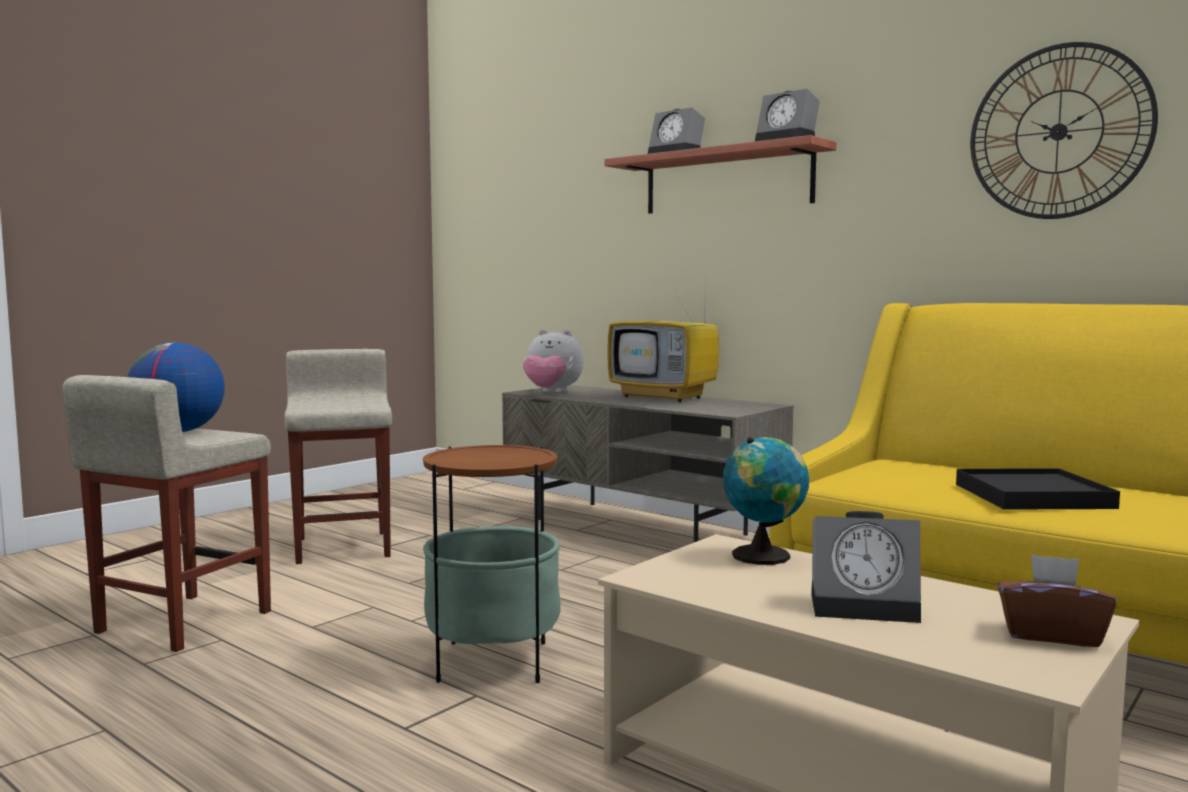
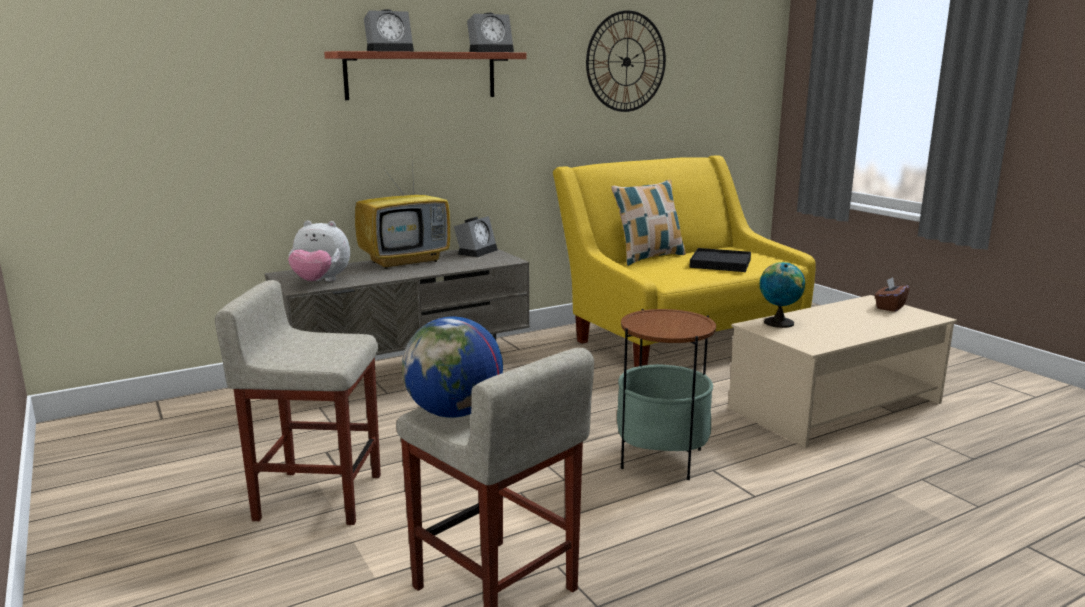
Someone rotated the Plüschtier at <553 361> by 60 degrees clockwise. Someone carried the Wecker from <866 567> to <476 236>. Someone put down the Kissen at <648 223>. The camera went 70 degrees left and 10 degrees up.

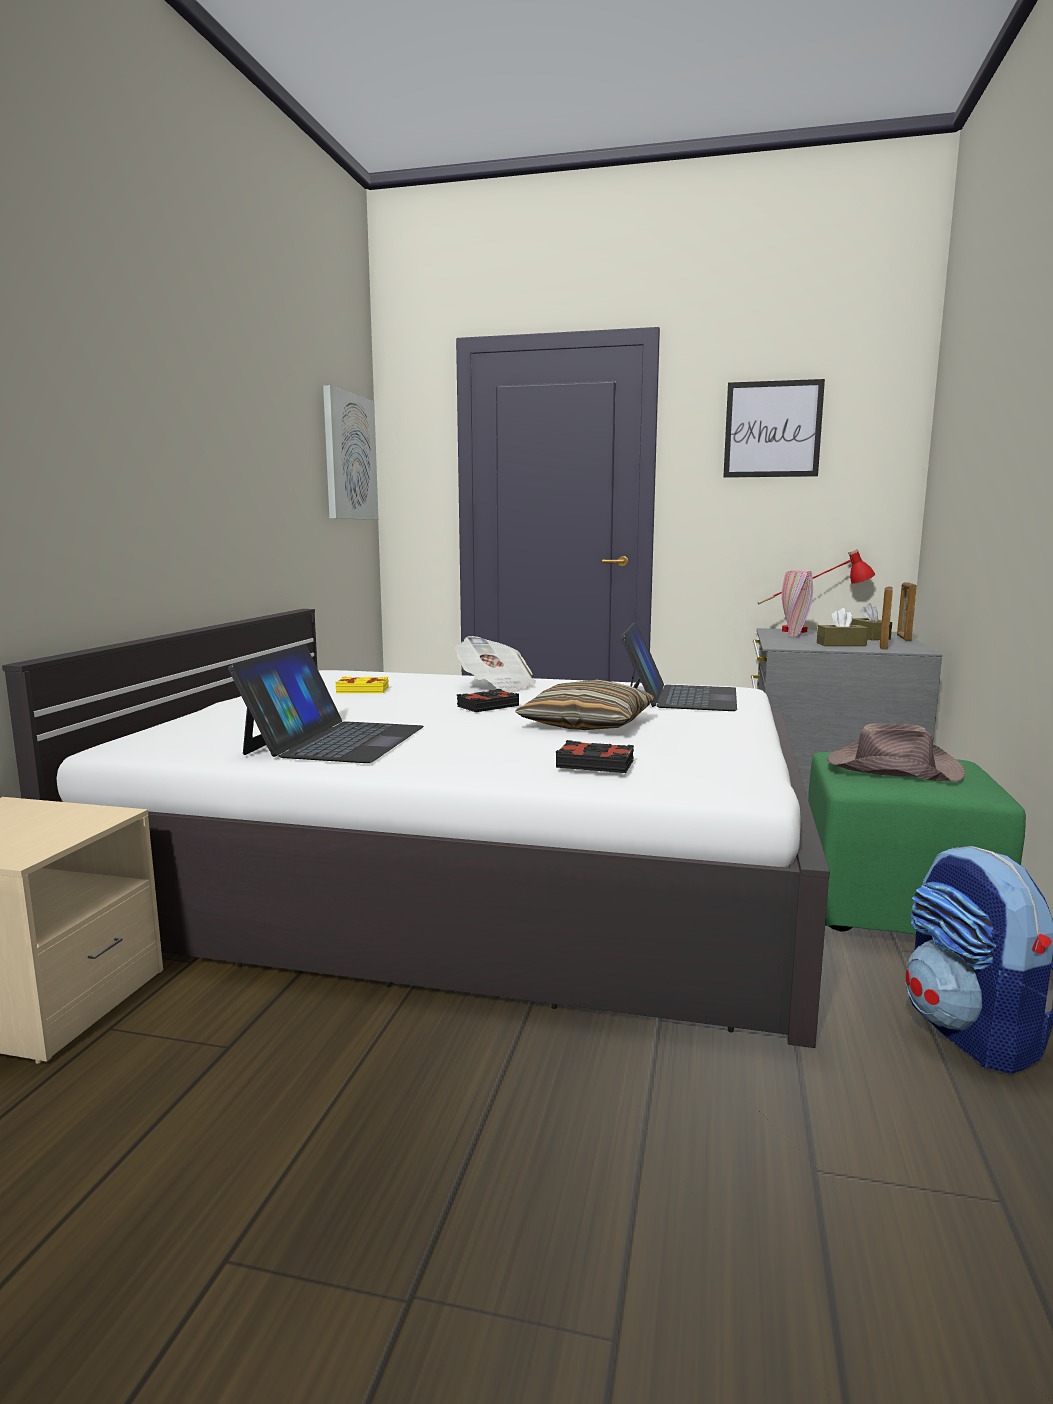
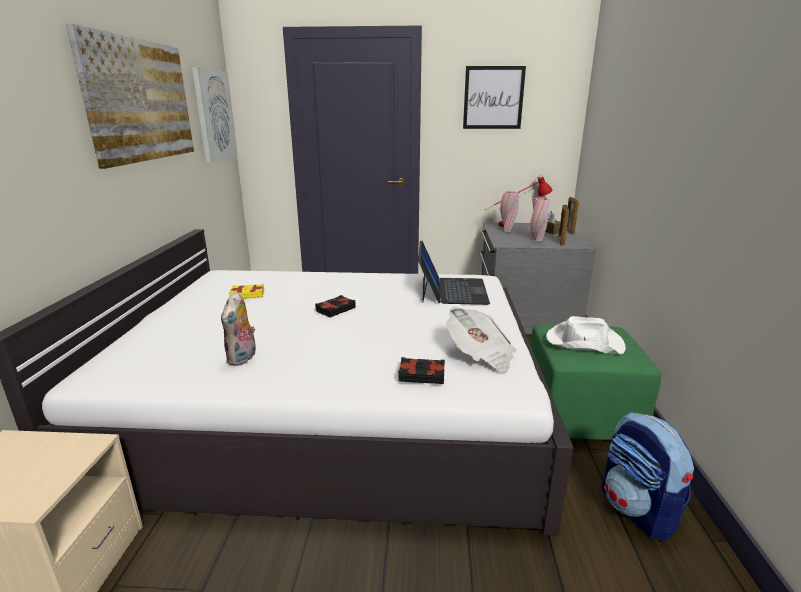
Someone put up the Bild at <130 96>. Someone swapped the Laptop at <326 703> for the Plüschtier at <239 329>. Someone carried the Zeitung from <495 664> to <481 339>. Someone swapped the Taschentuchbox (braun) at <842 627> for the Vase (rosa) at <541 219>. Someone repainted the Hut (braun) at <896 752>, which became the Hut (weiß) at <586 335>. Someone took away the Kissen at <584 705>. The camera went 10 degrees left and 10 degrees up.

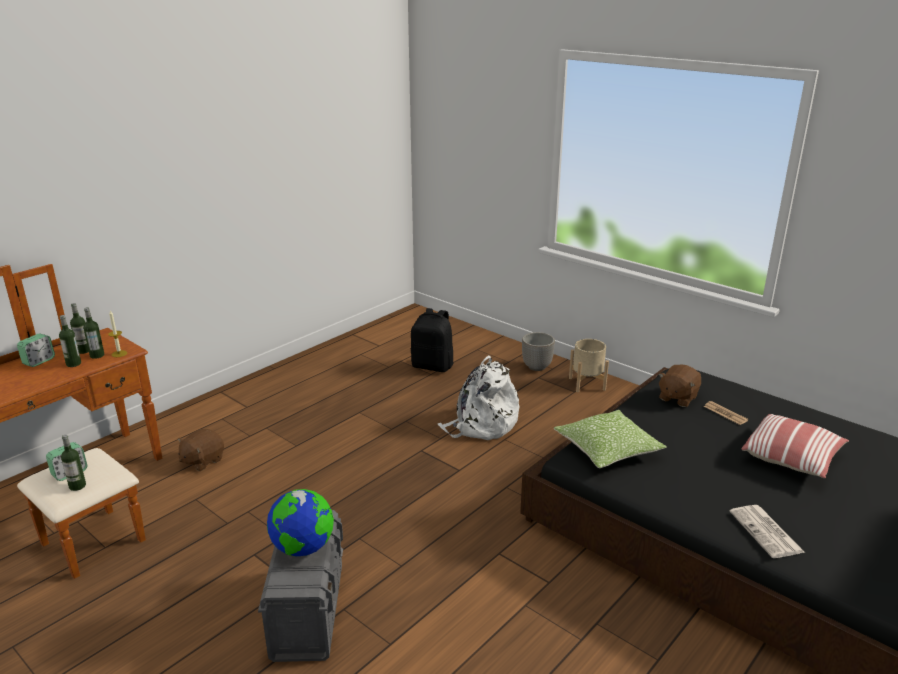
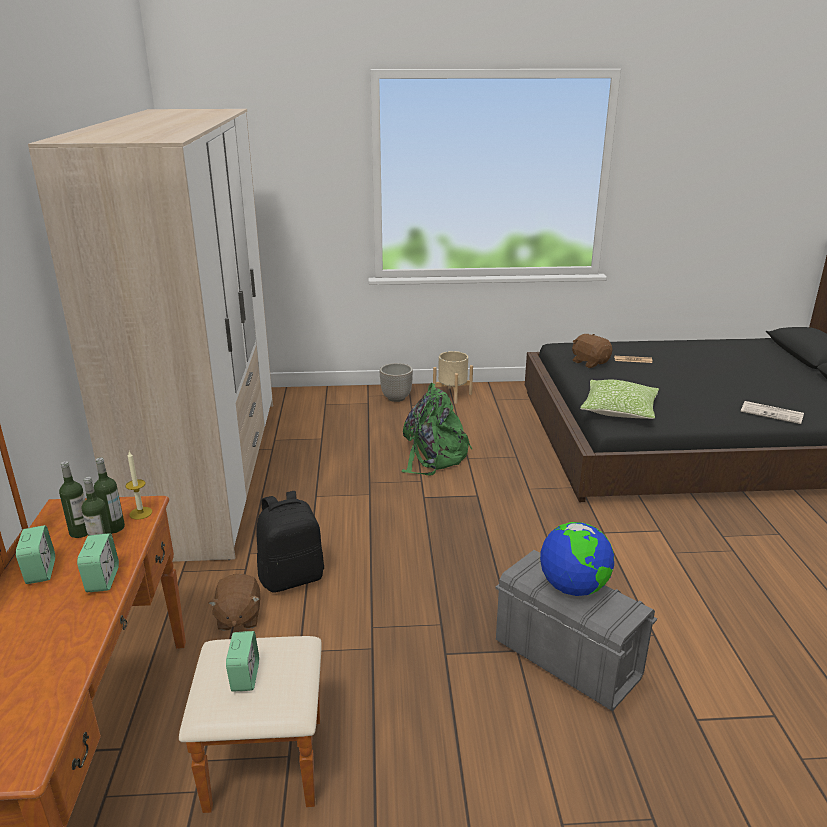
Someone put down the Kleiderschrank at <150 335>. Someone put down the Wecker at <98 562>. Someone carried the Rucksack (schwarz) from <431 340> to <290 542>. Someone repainted the Rucksack (weiß) at <478 398>, which became the Rucksack (grün) at <437 429>. Someone rotated the Plüschtier (braun) at <679 386> by 150 degrees clockwise. Someone took away the Flasche at <73 463>. Someone took away the Kissen at <795 446>. The camera went 45 degrees left and 0 degrees up.

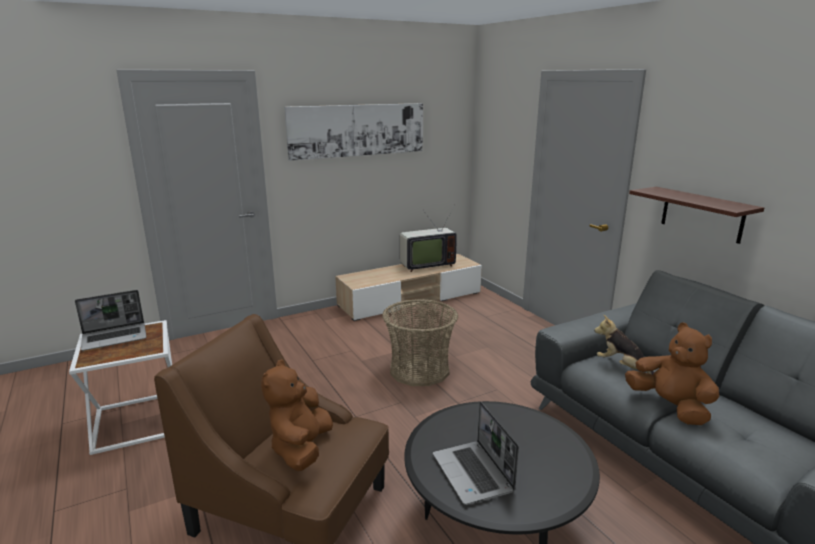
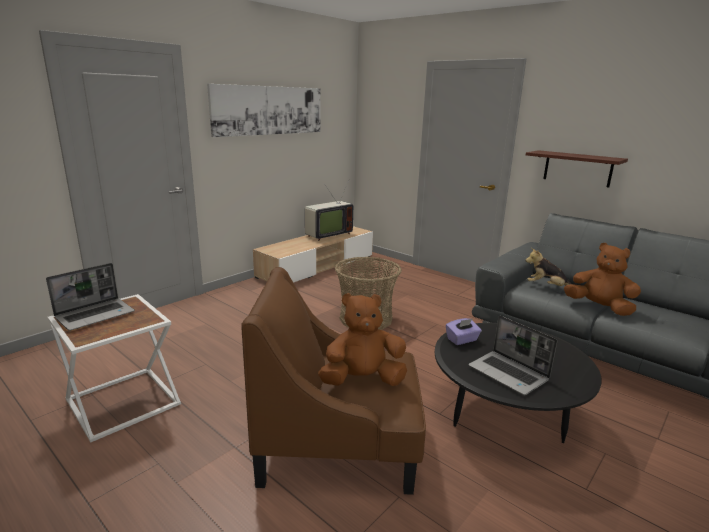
Someone rotated the Plüschtier (braun) at <297 415> by 90 degrees clockwise. Someone put down the Taschentuchbox (lila) at <464 331>. The camera went 20 degrees left and 0 degrees up.

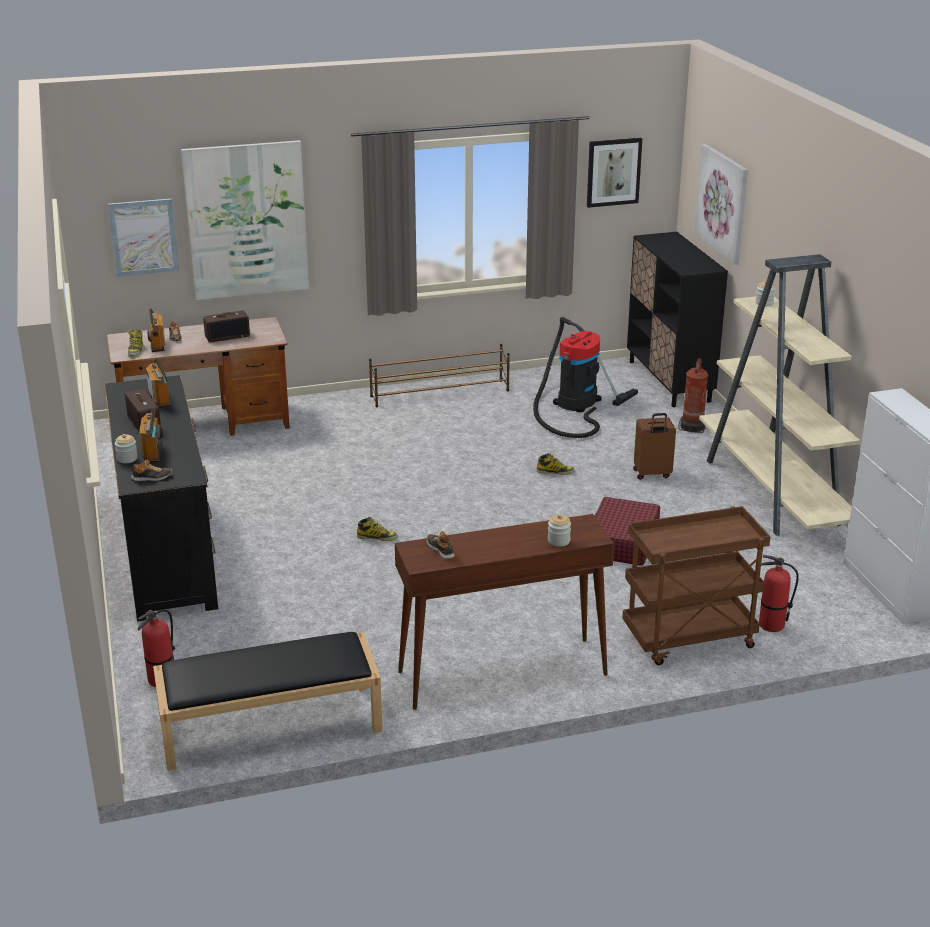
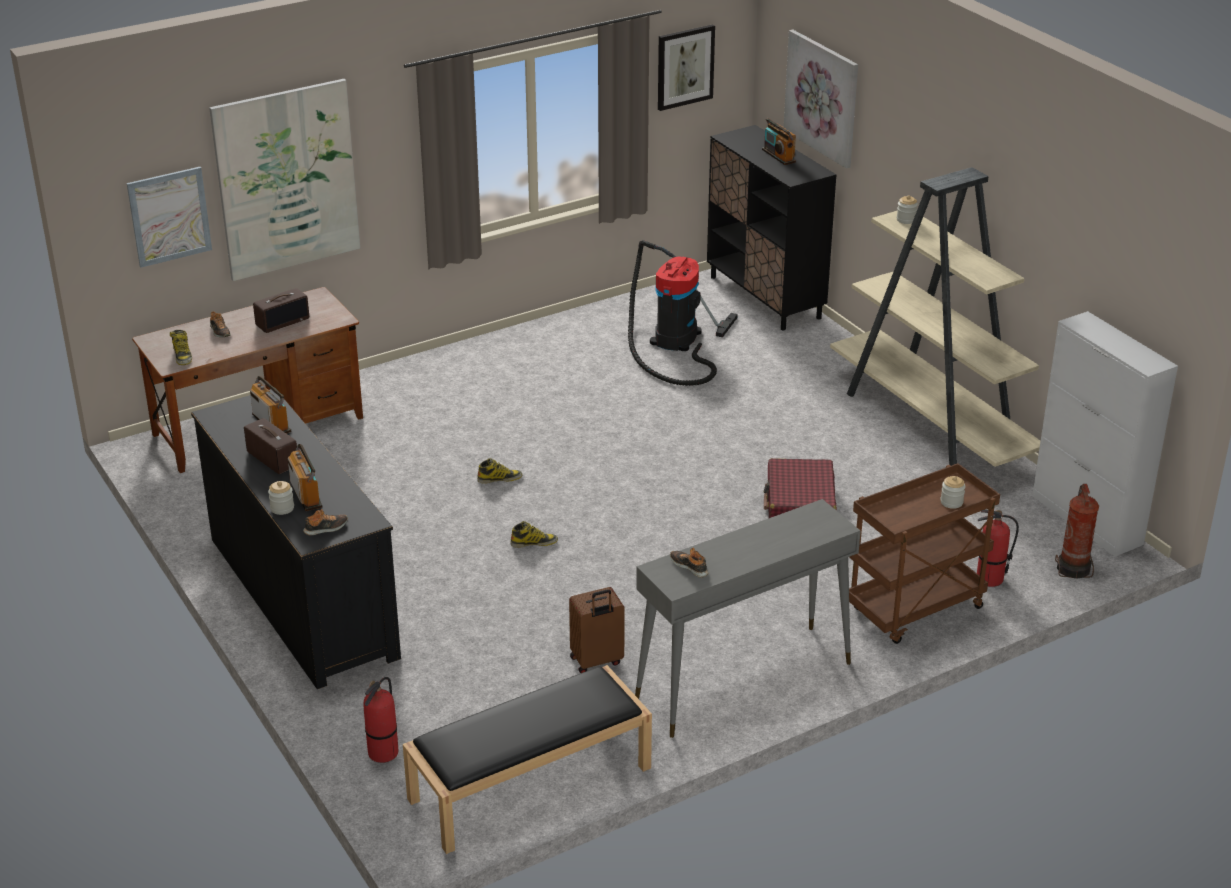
Someone carried the Stiefel from <555 464> to <499 471>. Someone carried the Koffer (braun) from <654 446> to <597 630>. Someone repainted the Konsolentisch (braun) at <504 612>, which became the Konsolentisch (grau) at <748 618>. Someone carried the Radio from <156 330> to <779 141>. Someone carried the Vorratsglas from <559 530> to <953 492>. Someone carried the Feuerlöscher from <693 395> to <1077 531>. Someone took away the Schuhregal (braun) at <439 375>. The camera went 15 degrees left and 5 degrees up.

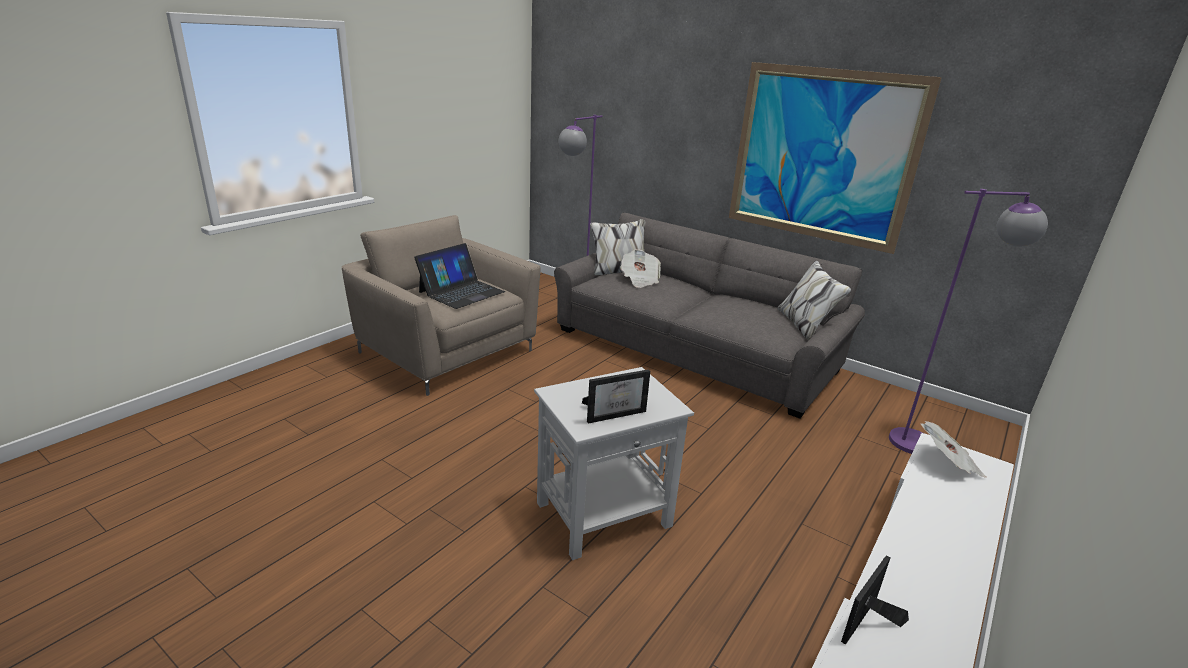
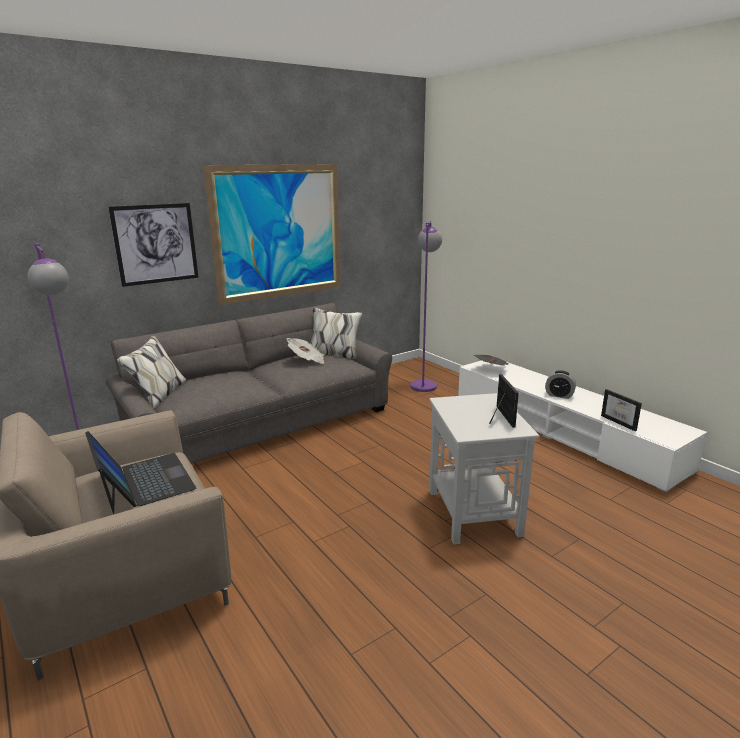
Someone put up the Bild at <153 245>. Someone carried the Zeitung from <640 268> to <305 351>. Someone put down the Wecker at <560 384>. The camera went 70 degrees left and 5 degrees down.

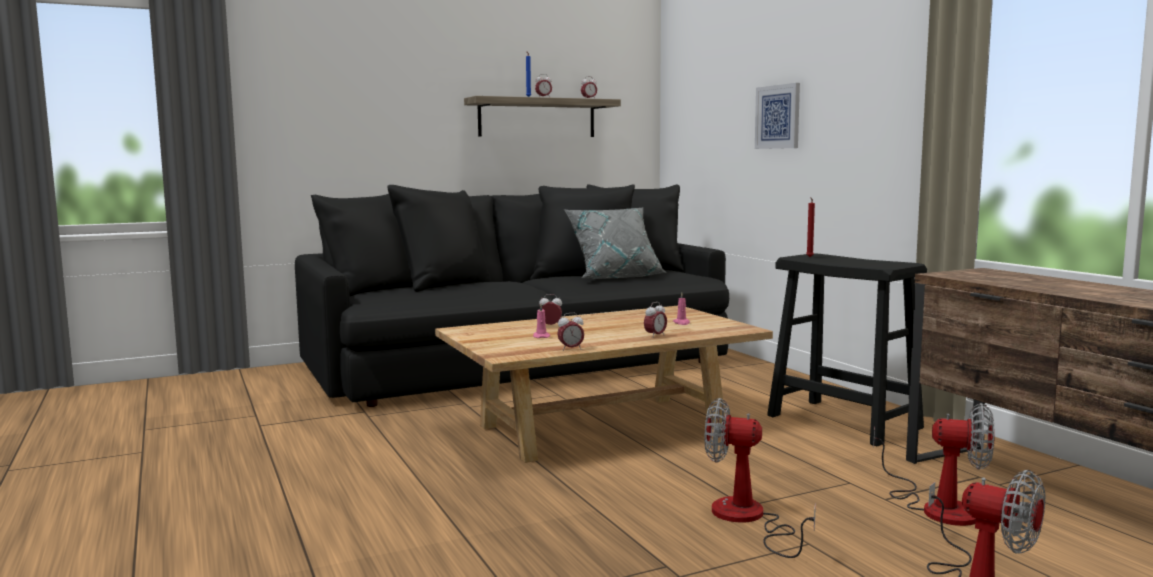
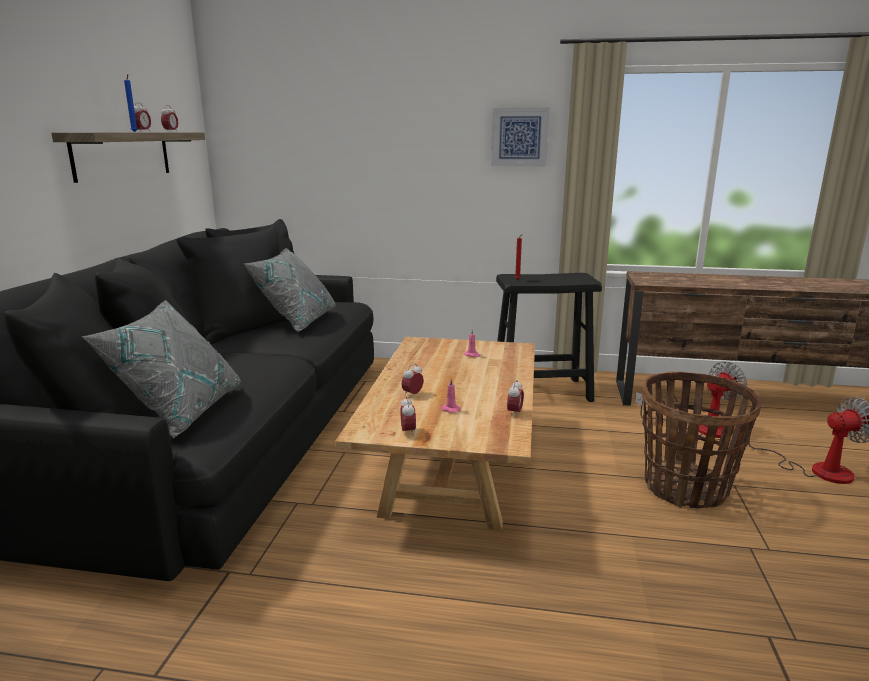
Someone put down the Kissen (grau) at <161 369>. Someone carried the Wecker from <655 320> to <408 416>. Someone carried the Bild from <777 116> to <520 137>. Someone swapped the Ventilator at <760 478> for the Korb at <701 440>. The camera went 55 degrees left and 10 degrees up.

